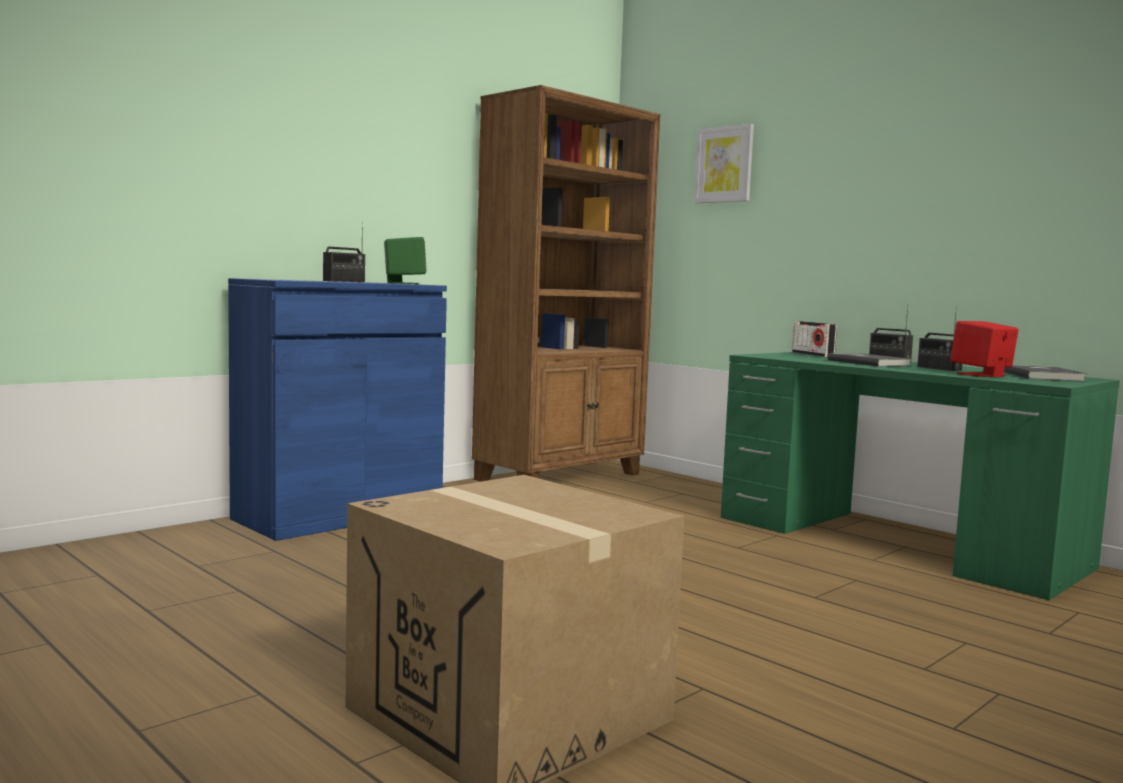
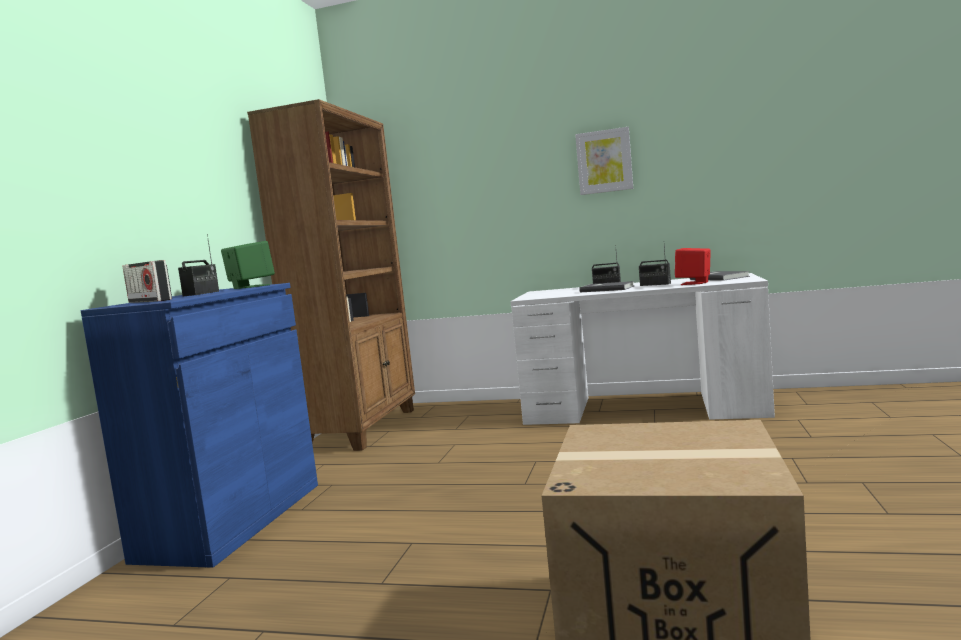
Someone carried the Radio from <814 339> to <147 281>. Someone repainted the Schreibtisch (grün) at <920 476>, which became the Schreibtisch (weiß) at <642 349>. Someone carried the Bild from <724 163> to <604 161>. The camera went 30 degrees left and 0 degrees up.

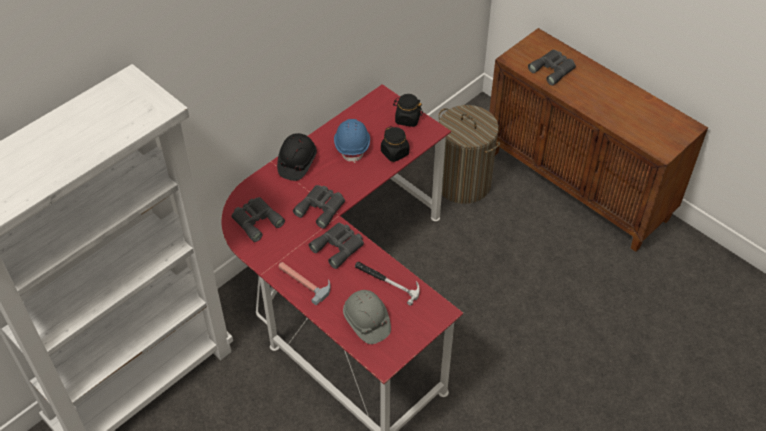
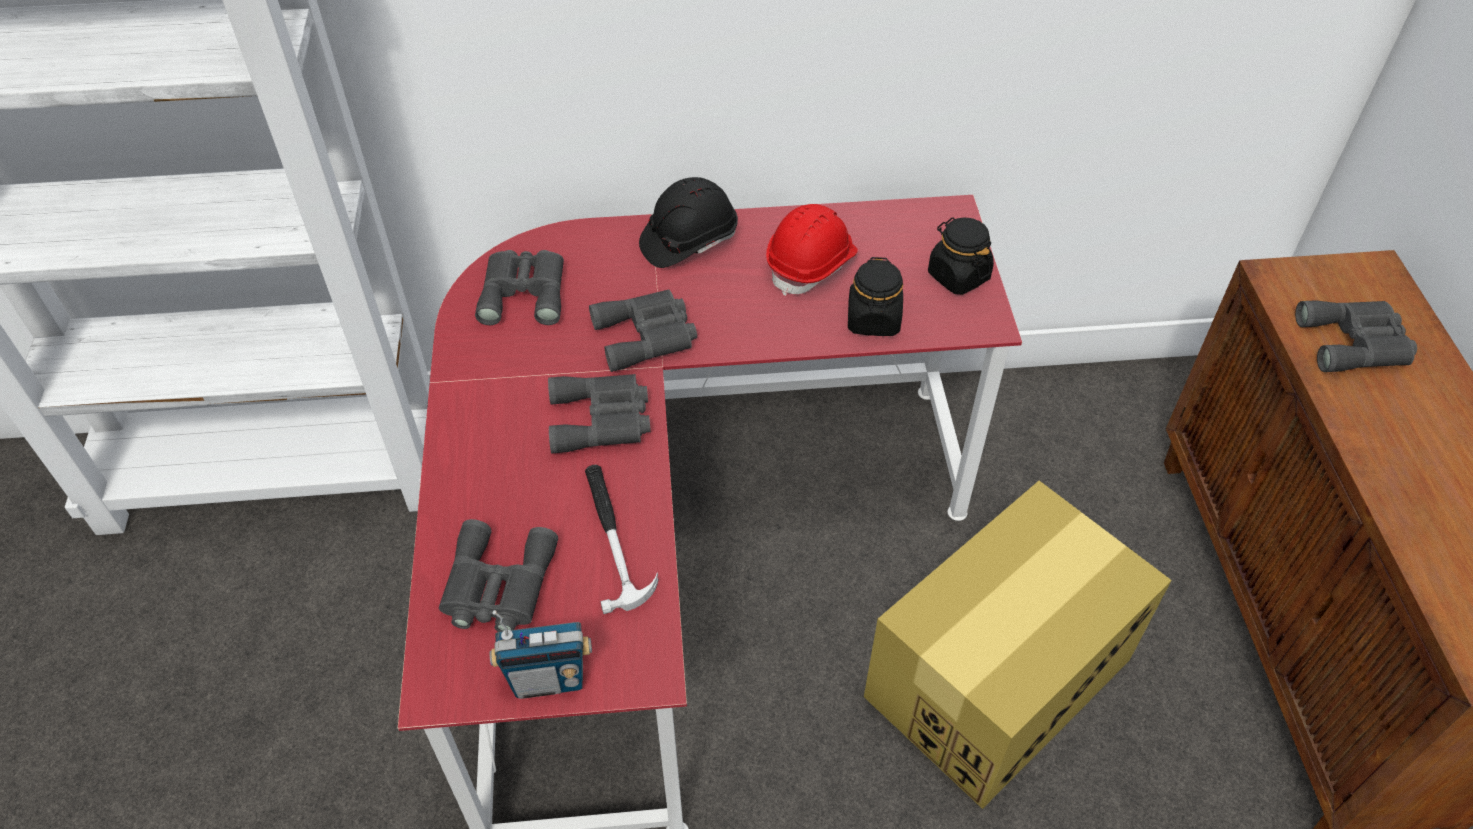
Someone swapped the Schutzhelm (grau) at <367 317> for the Fernglas (grau) at <498 575>. Someone put down the Radio at <541 654>. Someone repainted the Schutzhelm (blau) at <352 141>, which became the Schutzhelm (rot) at <812 250>. Someone put down the Karton at <1018 645>. Someone took away the Hammer at <304 283>. Someone took away the Wäschekorb at <469 154>. The camera went 40 degrees right and 0 degrees up.

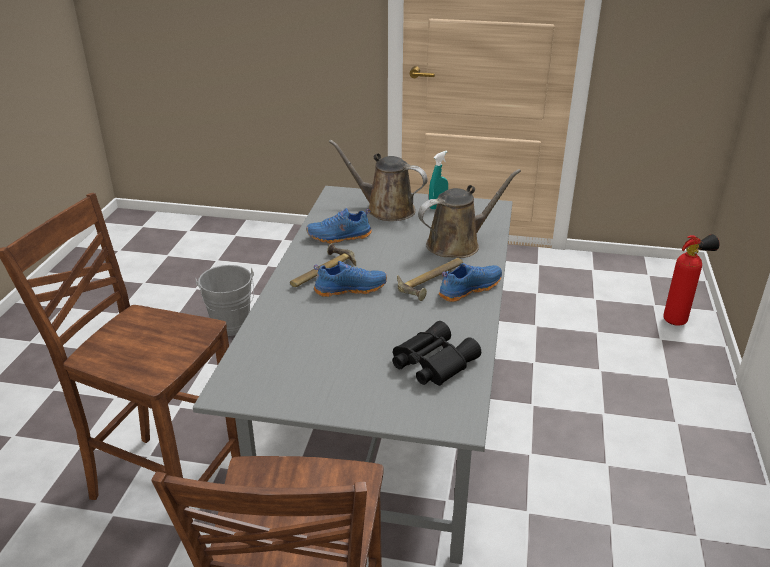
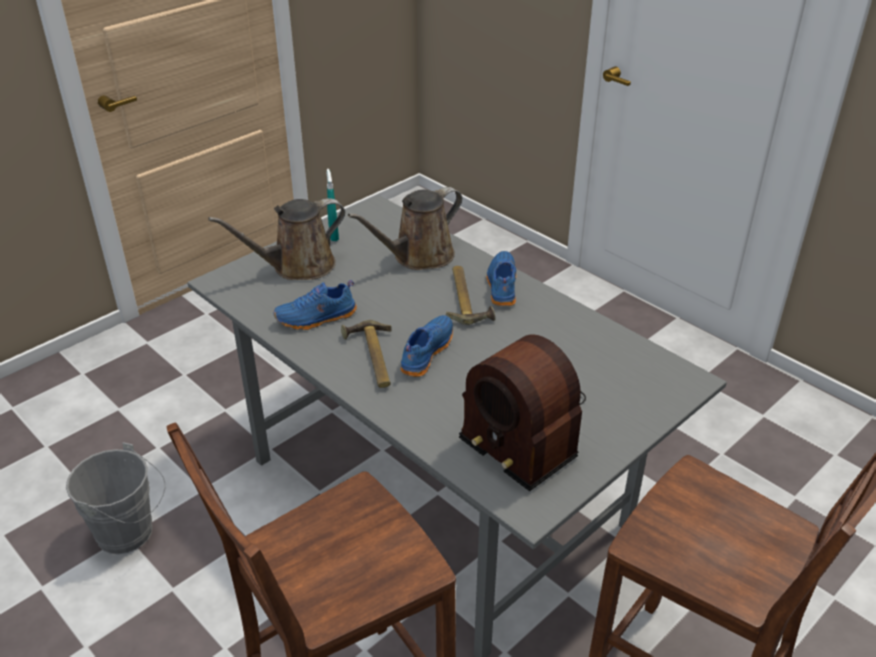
Someone rotated the Schuh (blau) at <339 226> by 45 degrees clockwise. Someone rotated the Gießkanne (braun) at <469 213> by 135 degrees counterclockwise. Someone put down the Radio at <522 412>. Someone took away the Fernglas (schwarz) at <437 353>. Someone took away the Feuerlöscher at <691 280>. The camera went 55 degrees left and 5 degrees up.

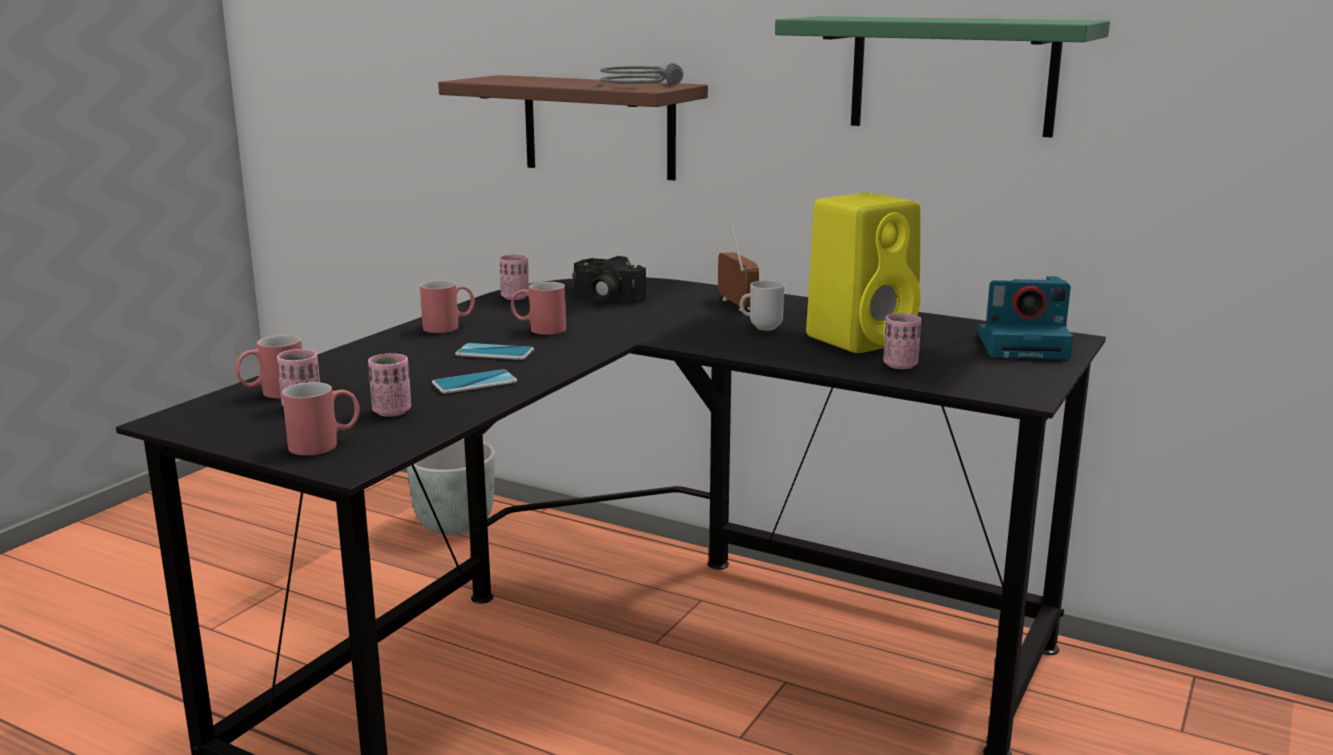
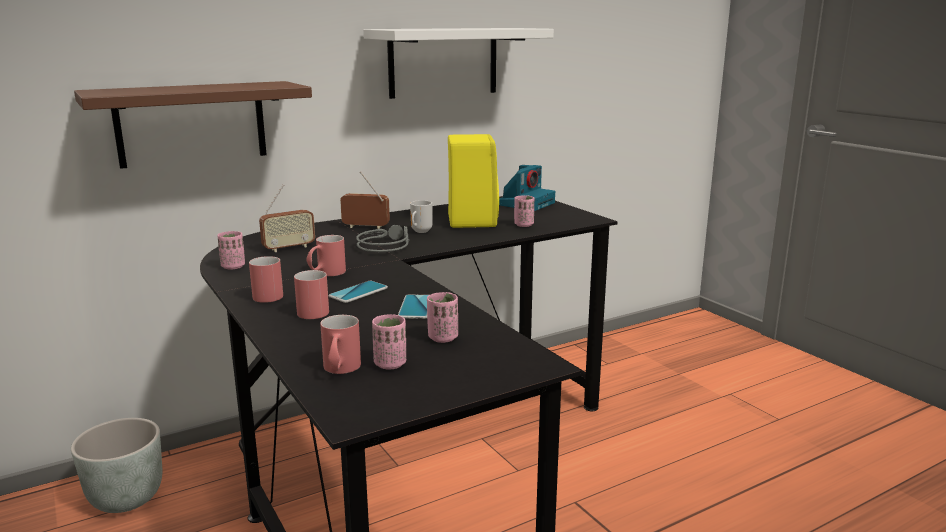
Someone swapped the Kamera at <609 279> for the Radio at <287 218>. Someone carried the Henkelbecher (rot) from <321 419> to <311 294>. Someone carried the Kopfhörer (grau) from <641 74> to <382 238>. Someone repainted the Wandregal (grün) at <942 76>, which became the Wandregal (weiß) at <458 63>. The camera went 60 degrees left and 0 degrees up.

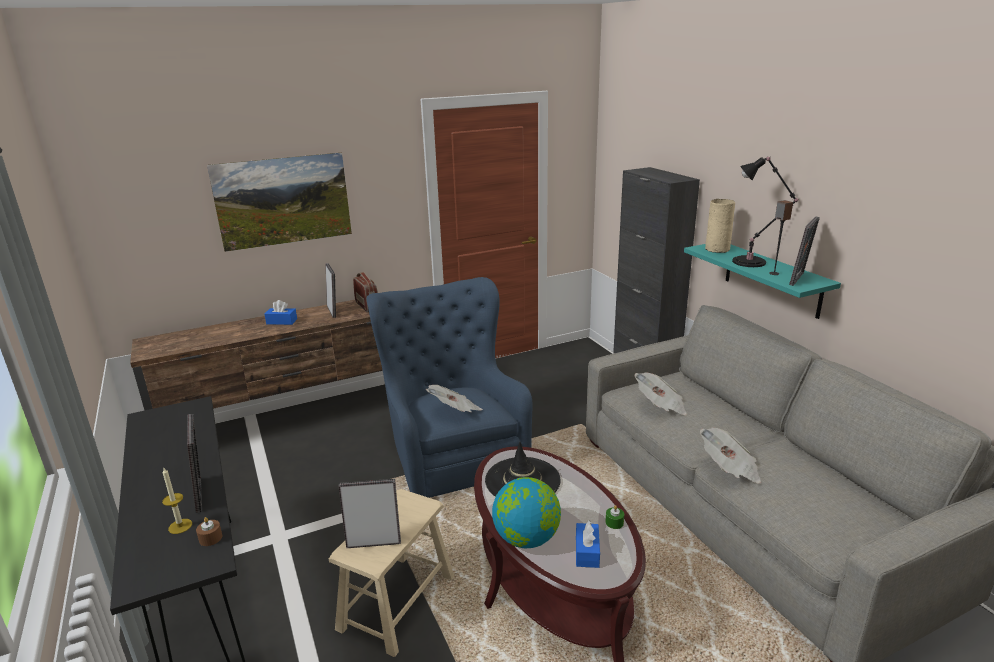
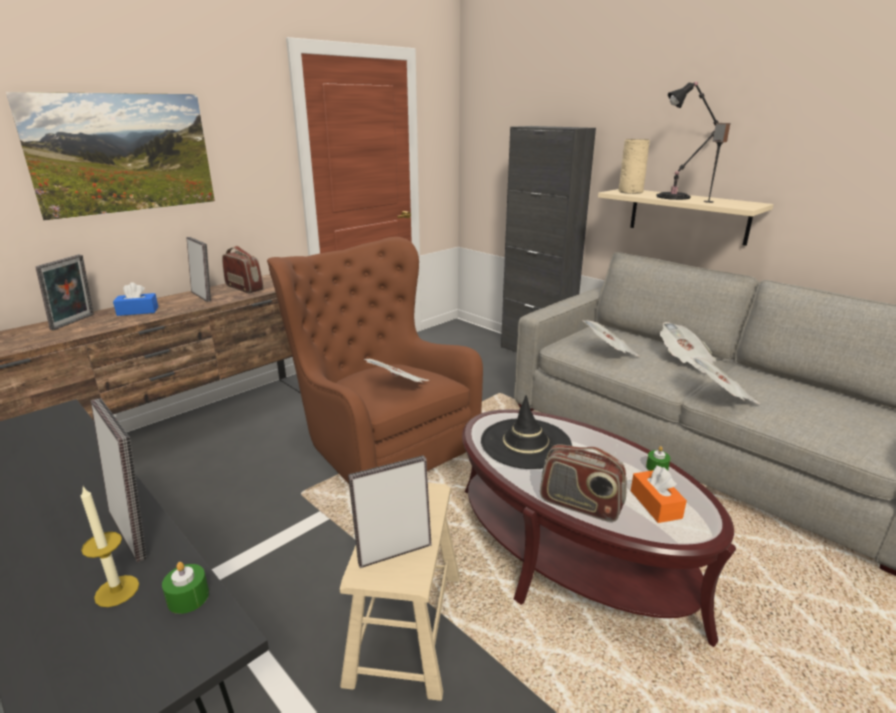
Someone carried the Bilderrahmen from <804 251> to <65 293>. Someone repainted the Kerze (braun) at <209 531>, which became the Kerze (grün) at <185 588>. Someone repainted the Sessel (blau) at <450 387>, which became the Sessel (braun) at <375 360>. Someone swapped the Globus at <526 512> for the Radio at <583 483>. Someone repainted the Wandregal (türkis) at <762 281>, which became the Wandregal (beige) at <686 217>. Someone repainted the Taschentuchbox (blau) at <588 544>, which became the Taschentuchbox (orange) at <659 494>. Someone put down the Zeitung at <688 348>. The camera went 20 degrees left and 0 degrees up.

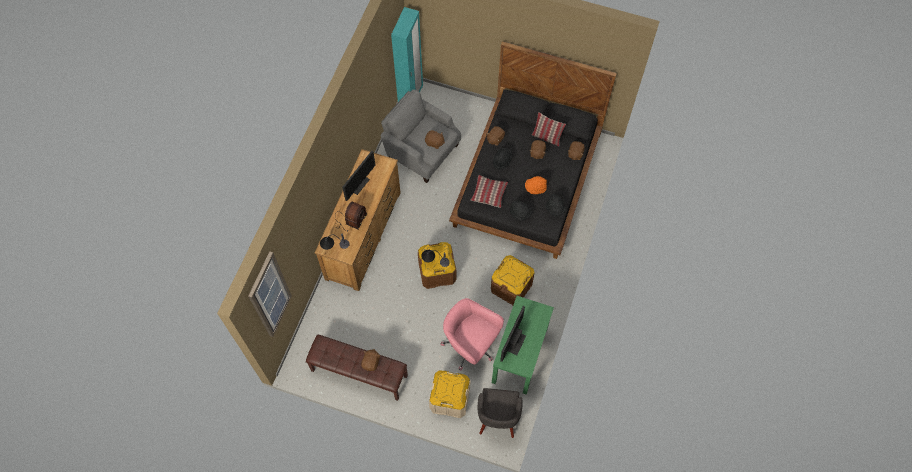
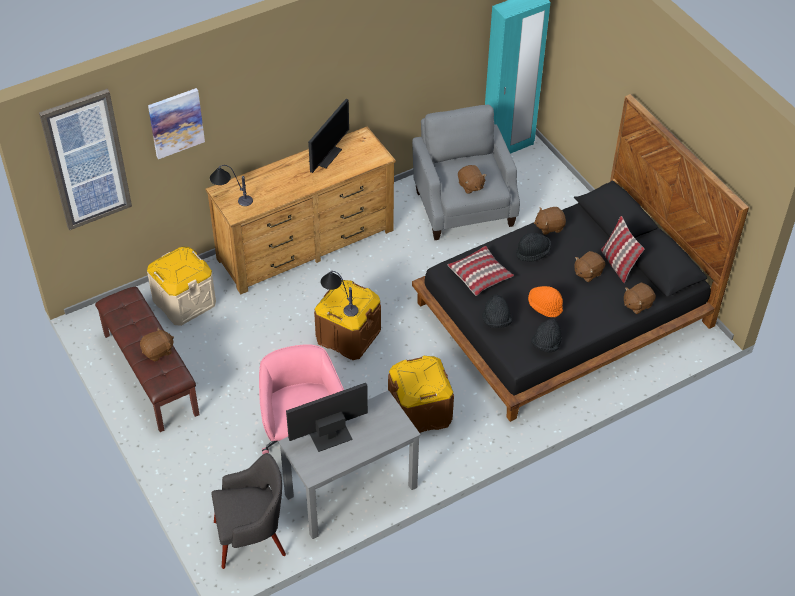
Someone carried the Aufbewahrungsbox (beige) from <449 394> to <181 286>. Someone put up the Bild at <176 123>. Someone rotated the Sessel (grau) at <500 413> by 150 degrees counterclockwise. Someone repainted the Schreibtisch (grün) at <523 345>, which became the Schreibtisch (grau) at <349 464>. Someone rotated the Monitor at <358 176> by 45 degrees counterclockwise. Someone took away the Radio at <351 216>. The camera went 40 degrees right and 15 degrees down.

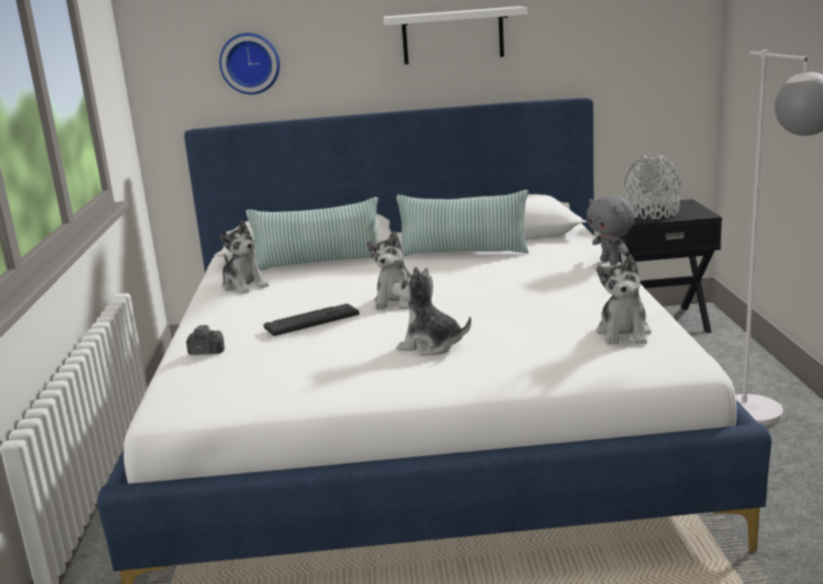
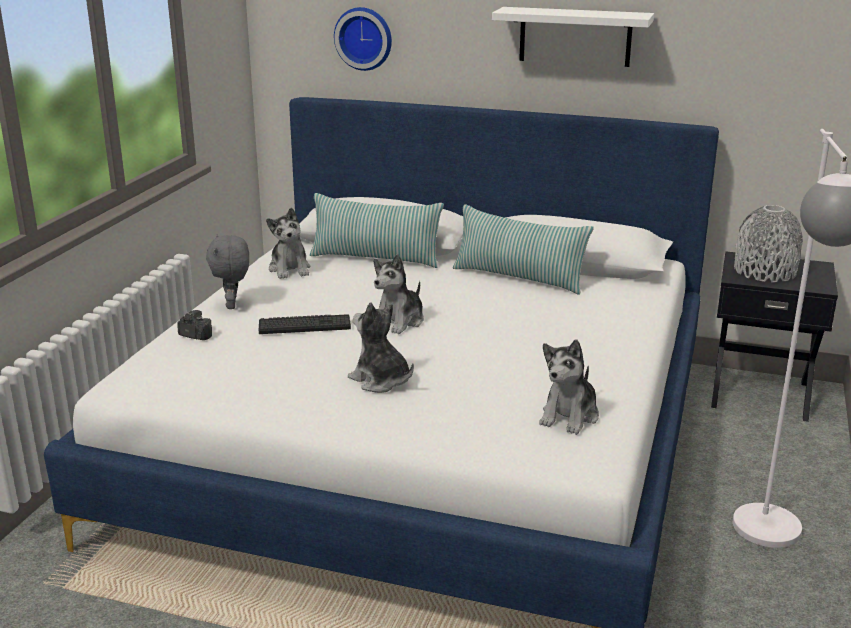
Someone carried the Plüschtier (grau) from <610 230> to <227 272>. The camera went 20 degrees right and 5 degrees up.

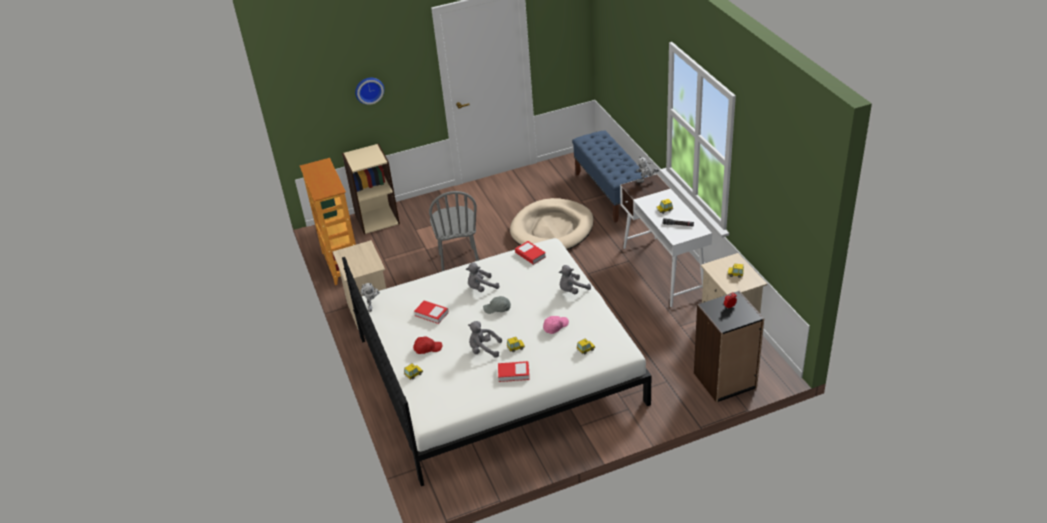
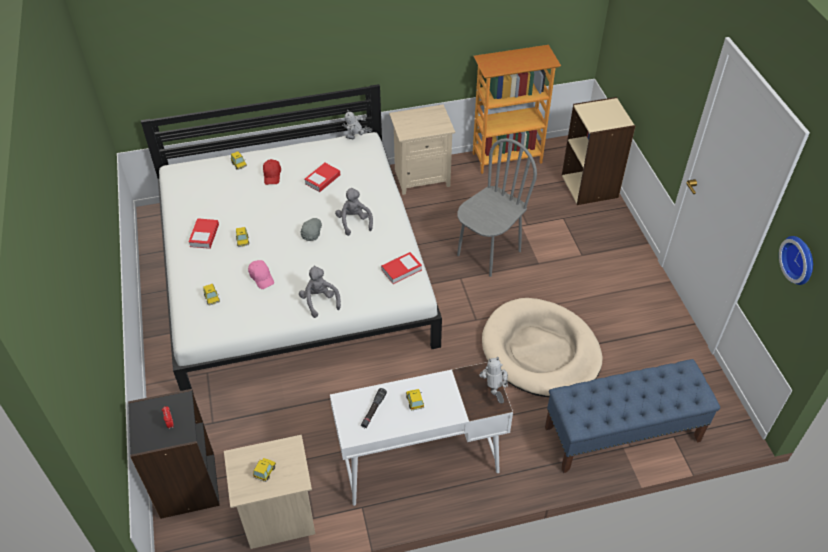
Someone rotated the Stuhl (grau) at <454 231> by 135 degrees clockwise. Someone carried the Wanduhr from <369 91> to <796 260>. Someone took away the Plüschtier (grau) at <485 339>. The camera went 95 degrees right and 10 degrees up.

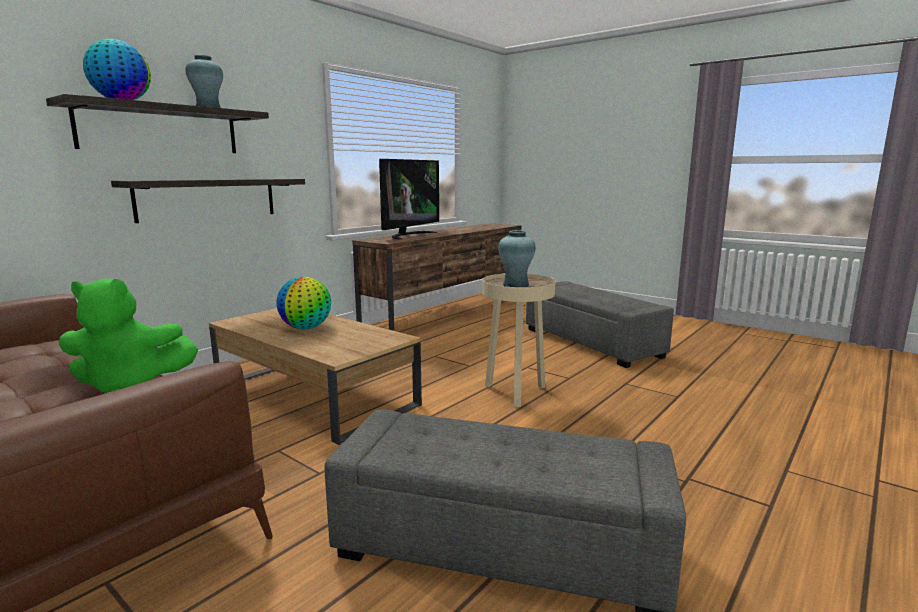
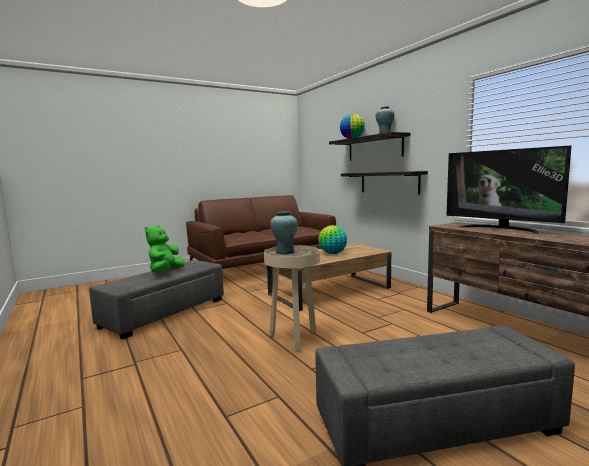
Someone carried the Plüschtier (grün) from <128 335> to <165 249>. The camera went 110 degrees right and 5 degrees down.

